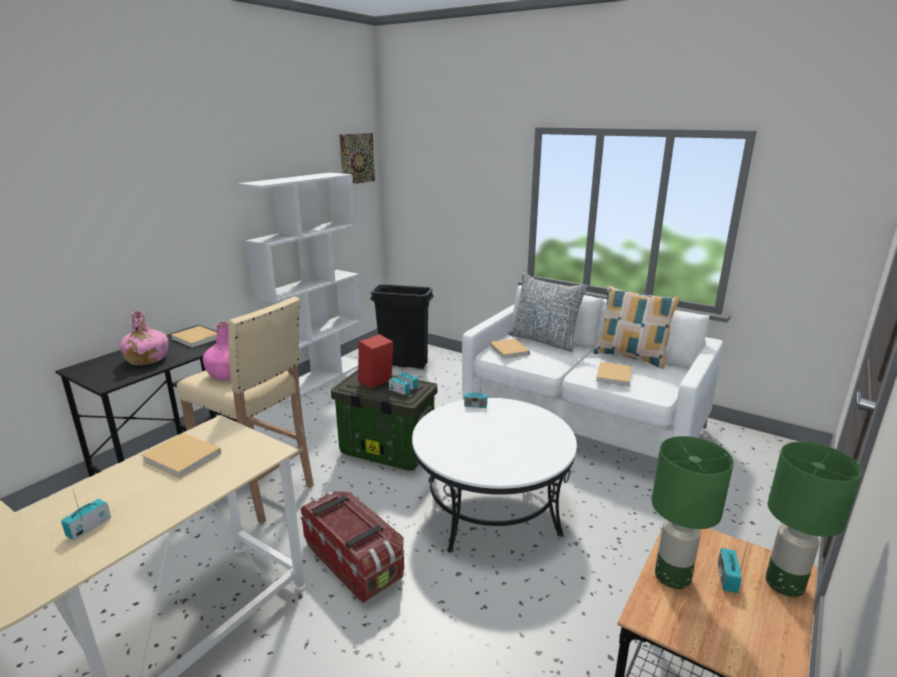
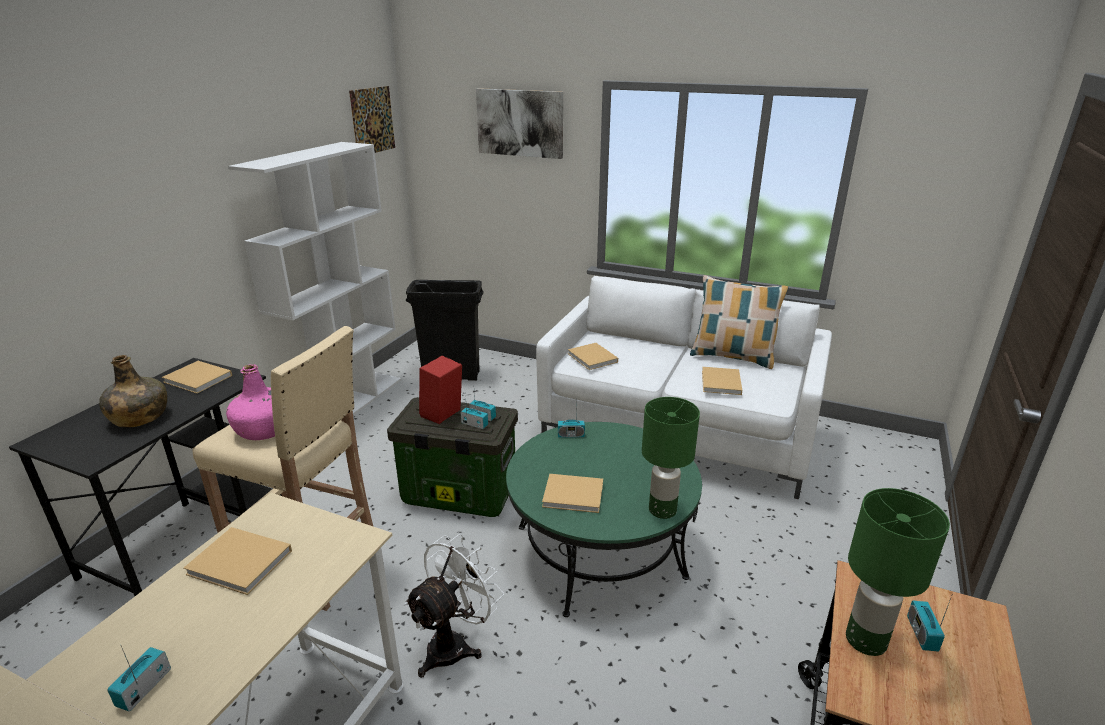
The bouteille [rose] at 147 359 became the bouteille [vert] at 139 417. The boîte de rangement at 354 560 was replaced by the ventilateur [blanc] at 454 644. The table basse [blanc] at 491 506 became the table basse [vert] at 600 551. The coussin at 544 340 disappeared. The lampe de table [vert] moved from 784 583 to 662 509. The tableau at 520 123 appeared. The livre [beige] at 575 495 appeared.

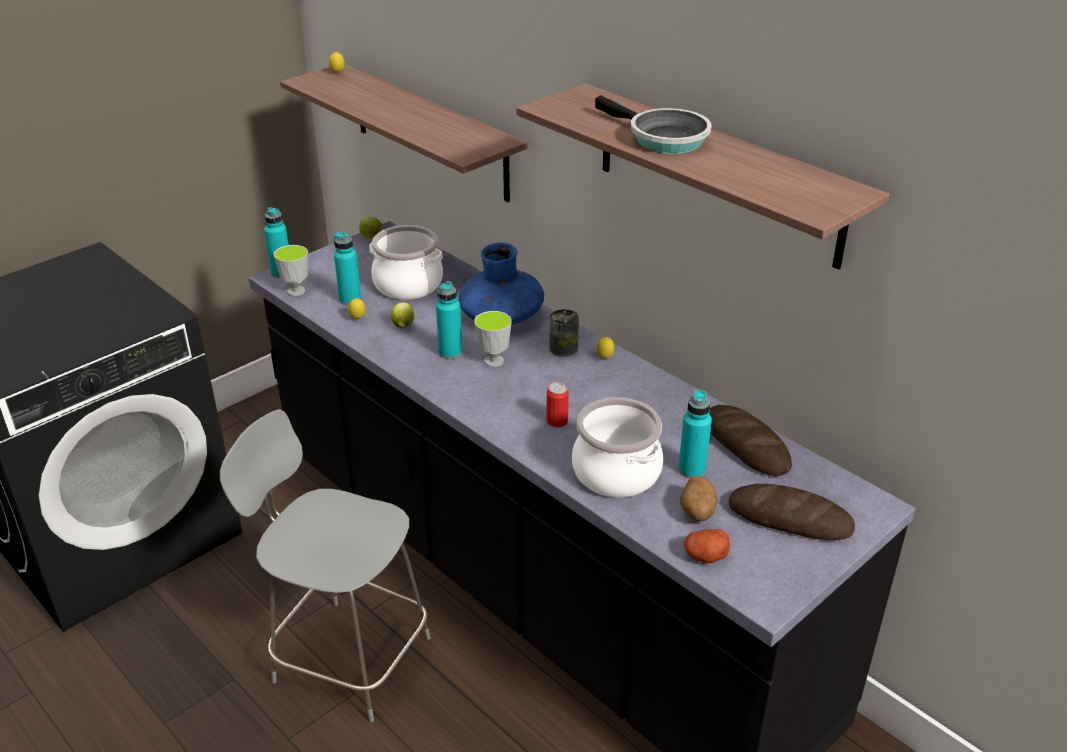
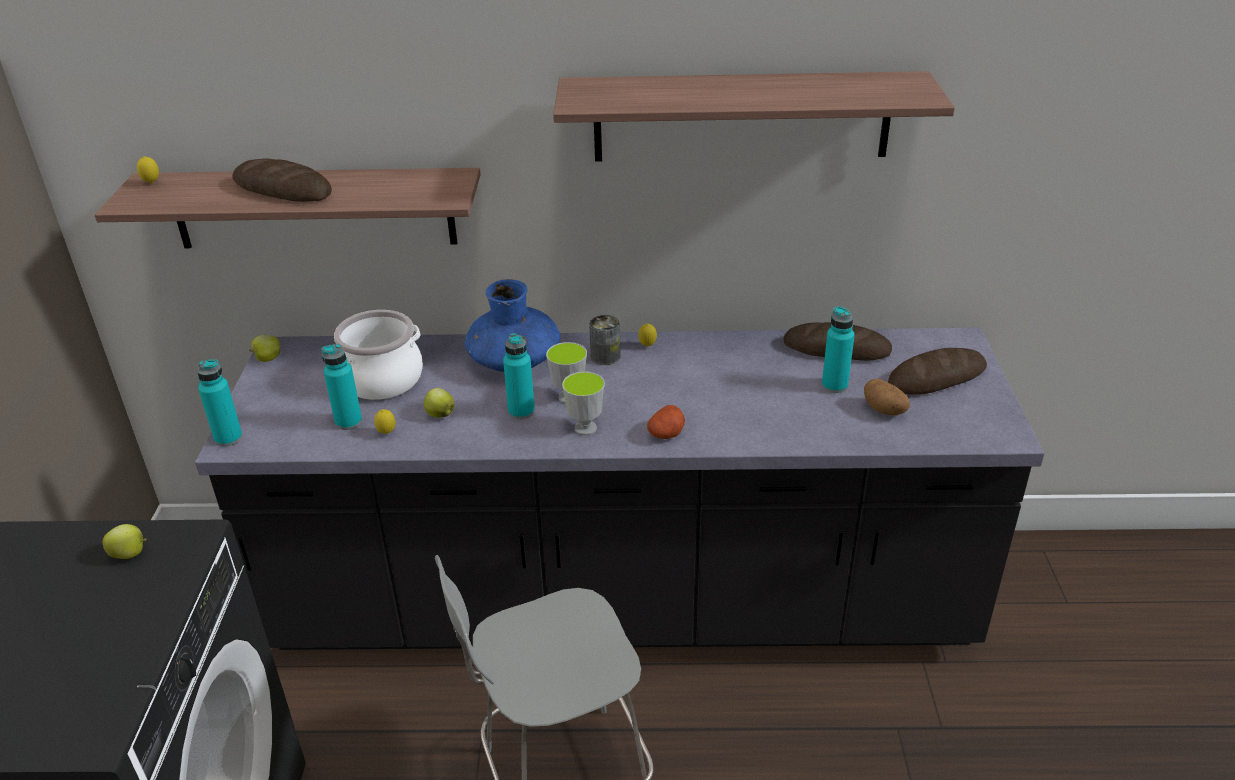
The tasse moved from 296 291 to 585 428. The boîte métallique at 557 421 disappeared. The marmite at 615 473 disappeared. The poêle at 662 138 disappeared. The pomme de terre moved from 705 556 to 666 434. The pomme at 130 554 appeared. The pain at 283 189 appeared.

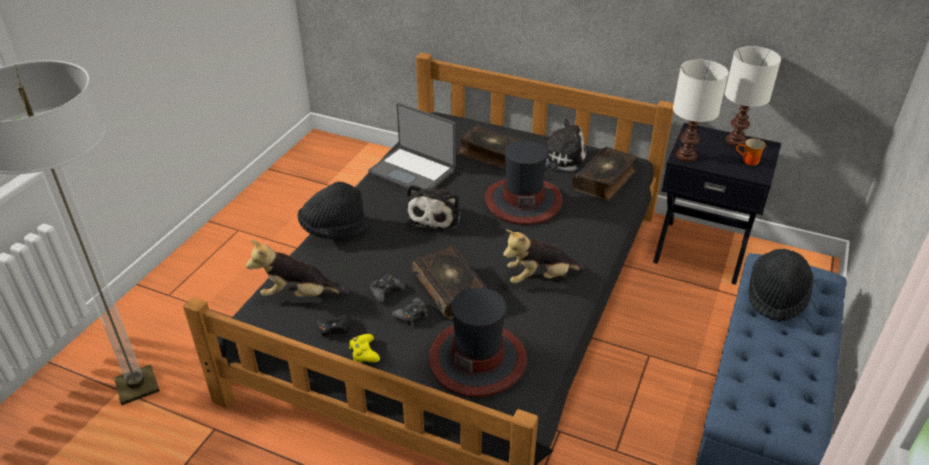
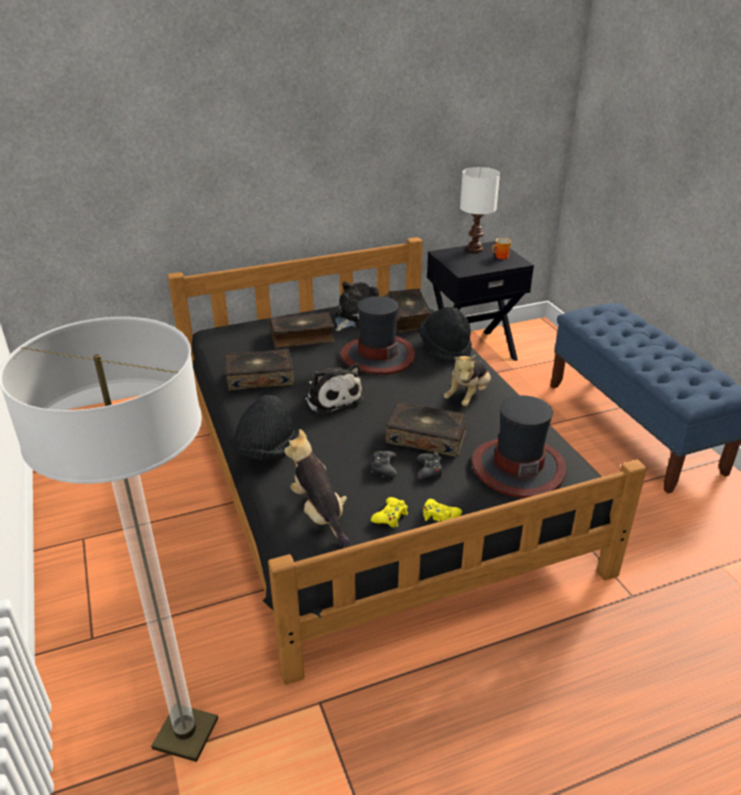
The peluche at 299 295 turned 105 degrees clockwise. The manette [noir] at 334 329 became the manette [jaune] at 390 516. The ordinateur portable at 413 171 was replaced by the livre at 259 377. The lampe de table [blanc] at 685 155 disappeared. The chapeau [noir] moved from 776 296 to 446 348.

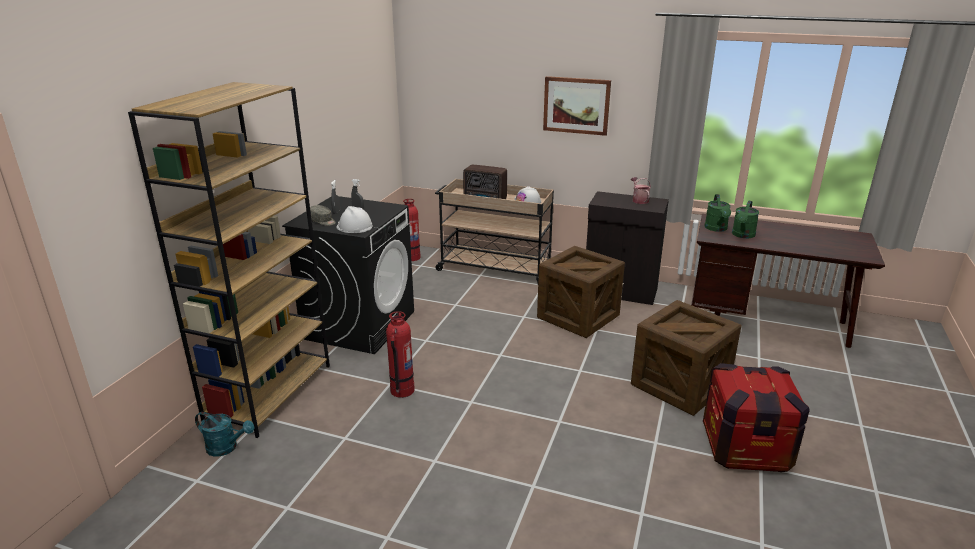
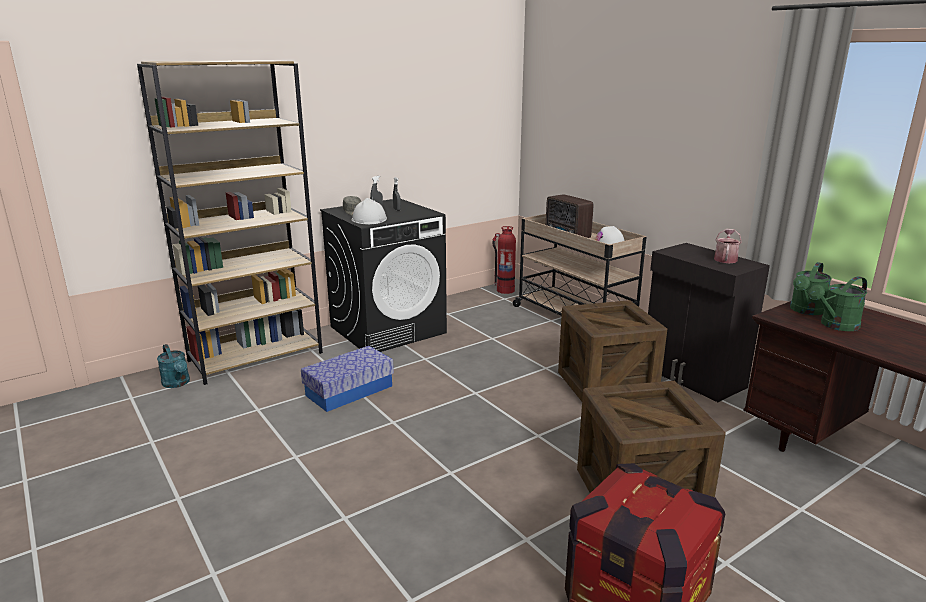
The extincteur at 401 390 was replaced by the boîte de rangement at 349 390. The tableau at 576 105 disappeared.

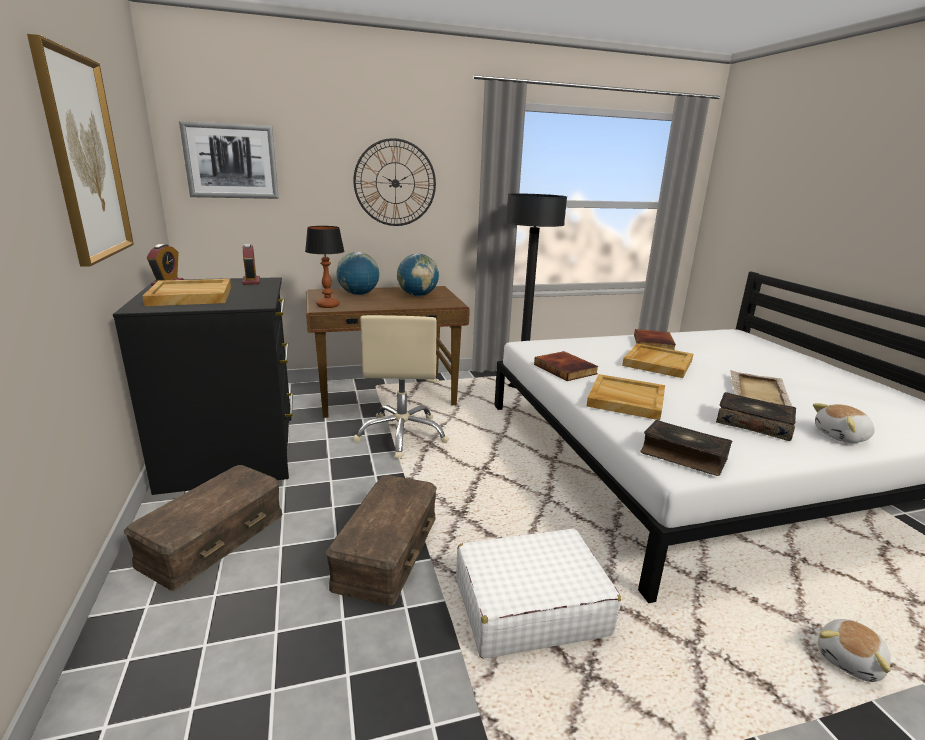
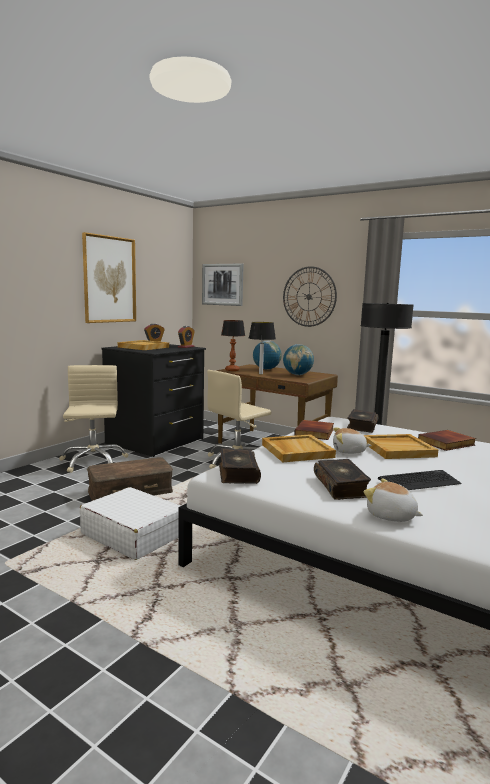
The boîte de rangement [marron] at 212 537 was replaced by the chaise de bureau [beige] at 93 461. The plateau [beige] at 759 392 was replaced by the clavier at 419 481. The peluche moved from 850 660 to 349 451. The lampe de table at 260 374 appeared. The livre at 361 426 appeared.

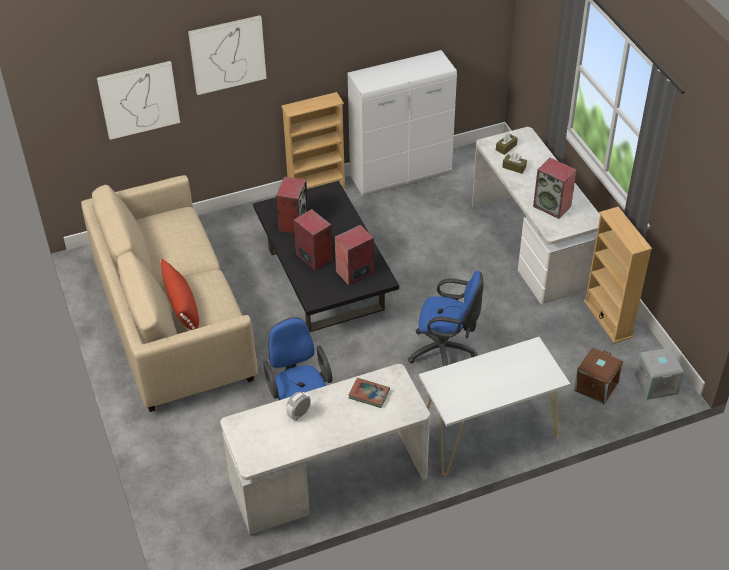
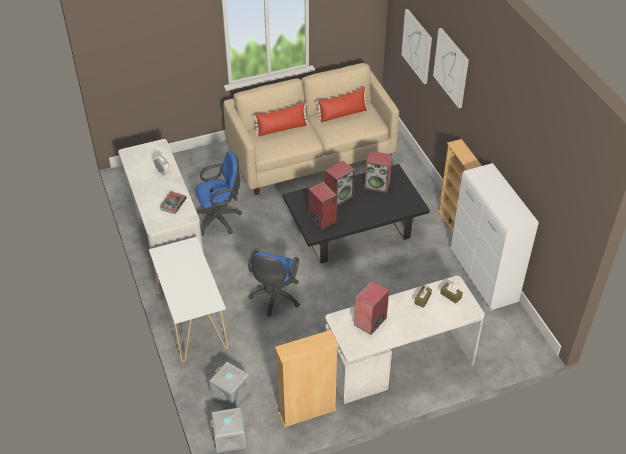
The boîte de rangement [marron] at 596 387 became the boîte de rangement [gris] at 230 393. The coussin [rouge] at 342 114 appeared.

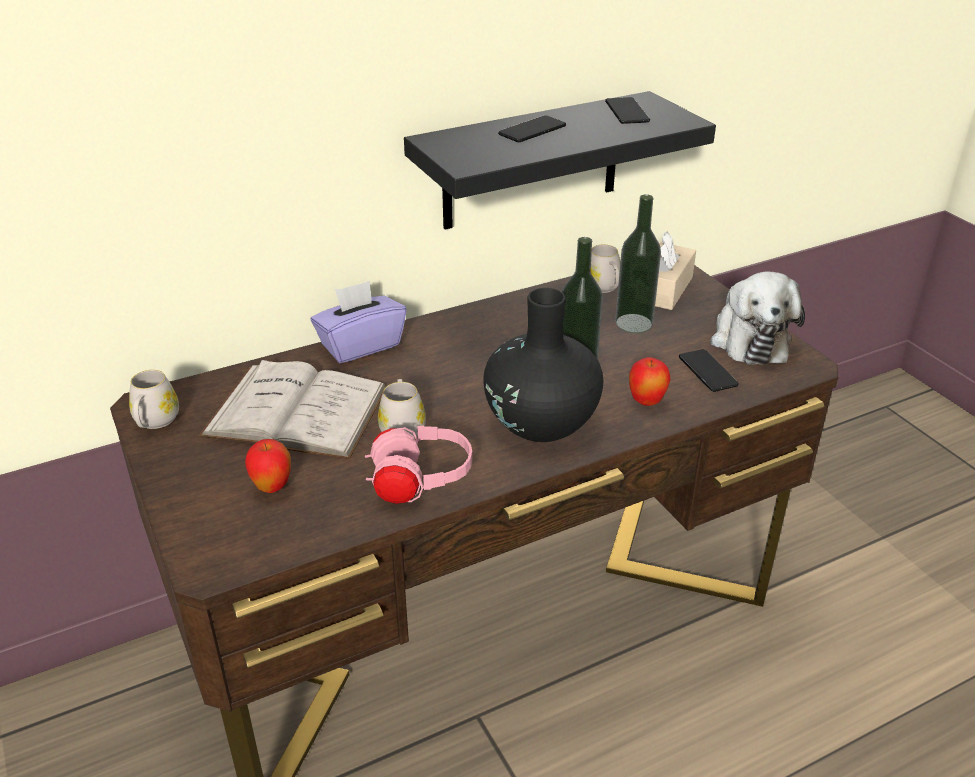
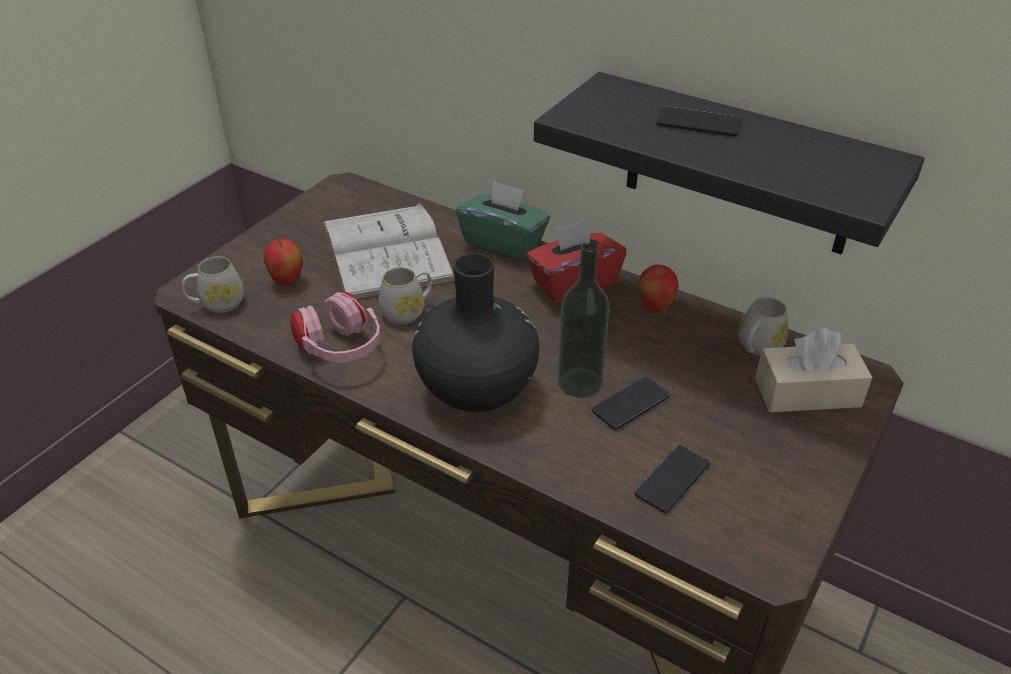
The mug [blanc] moved from 154 422 to 217 304. The boîte à mouchoirs [violet] at 360 345 became the boîte à mouchoirs [vert] at 504 243. The téléphone moved from 627 112 to 631 404. The bouteille at 633 323 disappeared. The pomme moved from 646 402 to 655 308. The peluche at 749 339 disappeared. The boîte à mouchoirs [rouge] at 573 283 appeared.

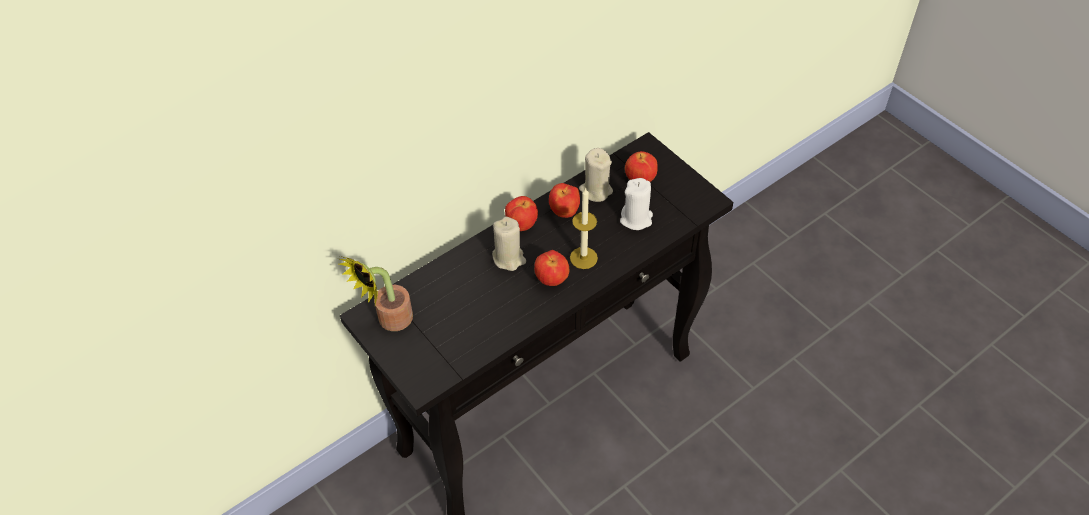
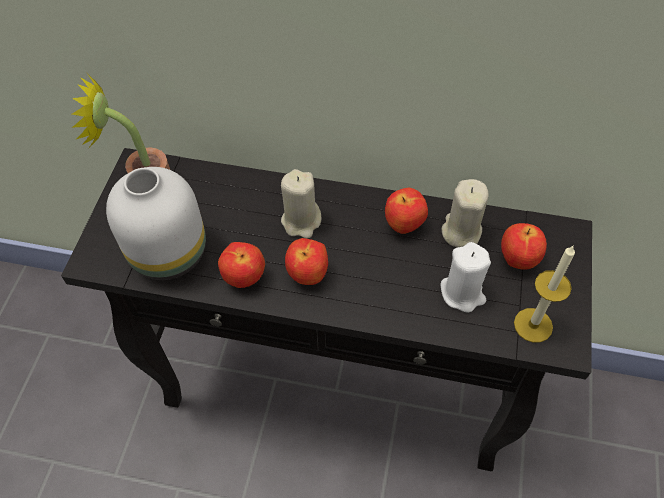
The pomme moved from 522 225 to 244 277. The bougie moved from 583 258 to 533 325. The vase [blanc] at 167 252 appeared.

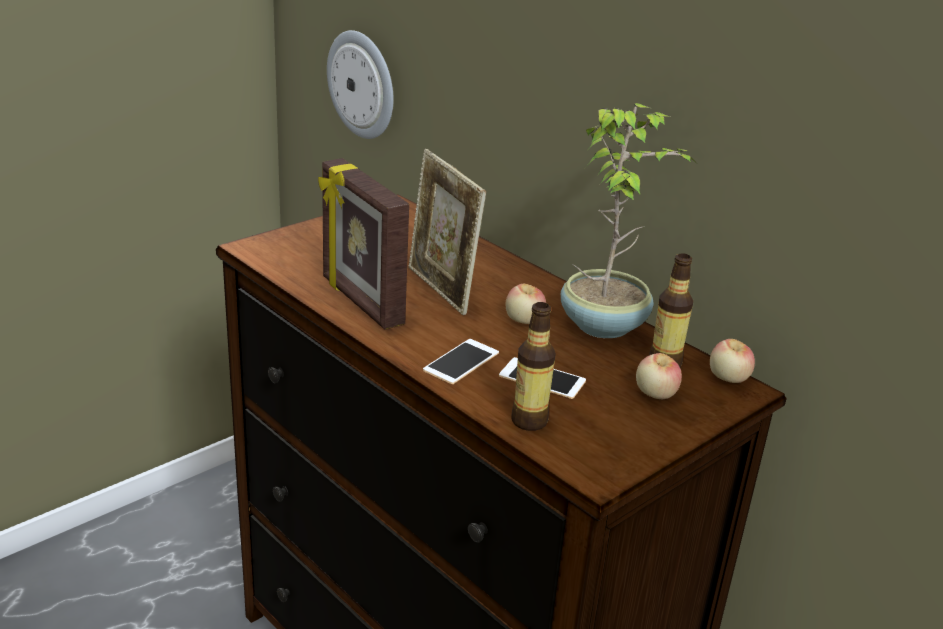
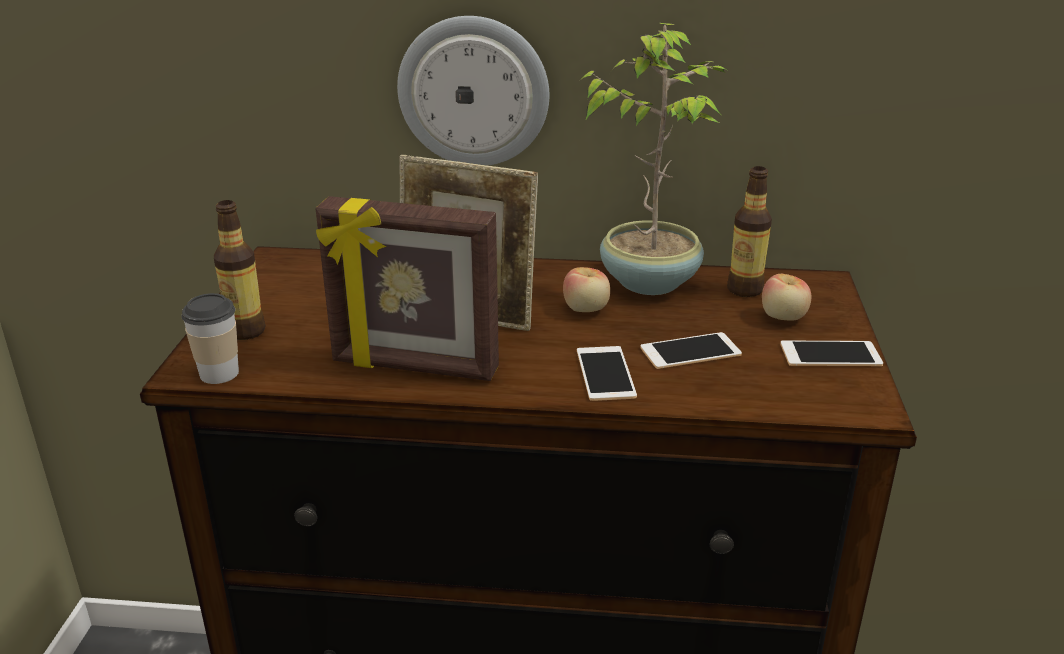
The horloge murale moved from 362 84 to 473 92. The bouteille moved from 529 421 to 246 331. The pomme at 728 378 disappeared. The tasse at 219 373 appeared. The téléphone at 830 354 appeared.

